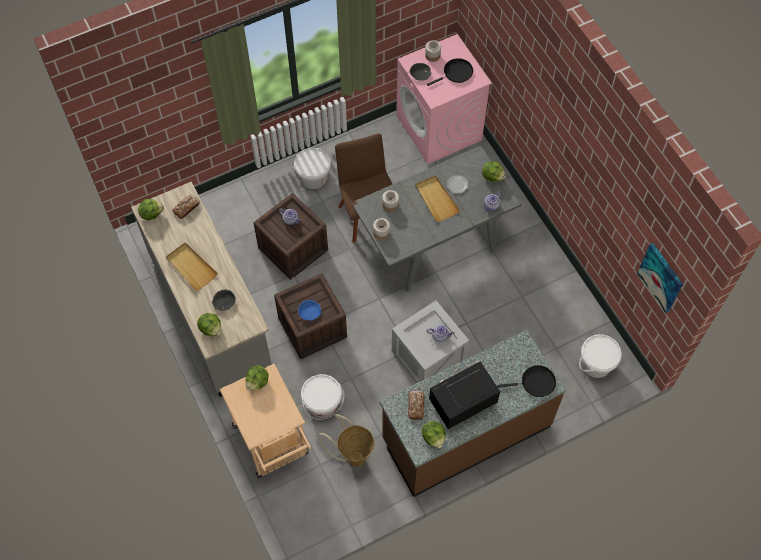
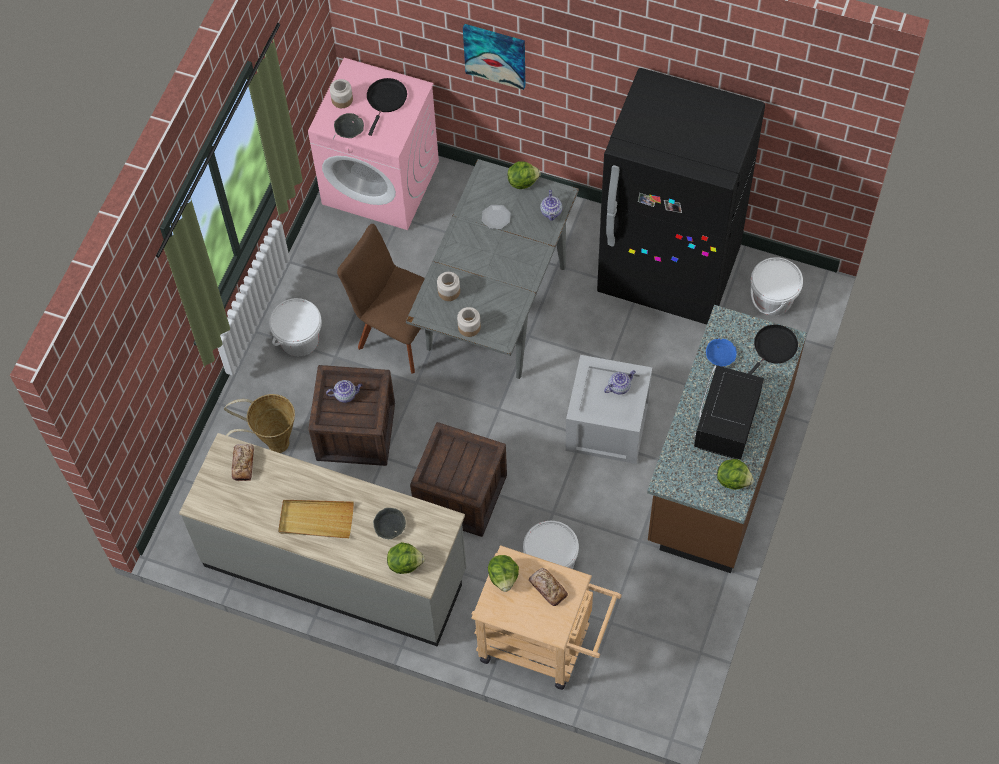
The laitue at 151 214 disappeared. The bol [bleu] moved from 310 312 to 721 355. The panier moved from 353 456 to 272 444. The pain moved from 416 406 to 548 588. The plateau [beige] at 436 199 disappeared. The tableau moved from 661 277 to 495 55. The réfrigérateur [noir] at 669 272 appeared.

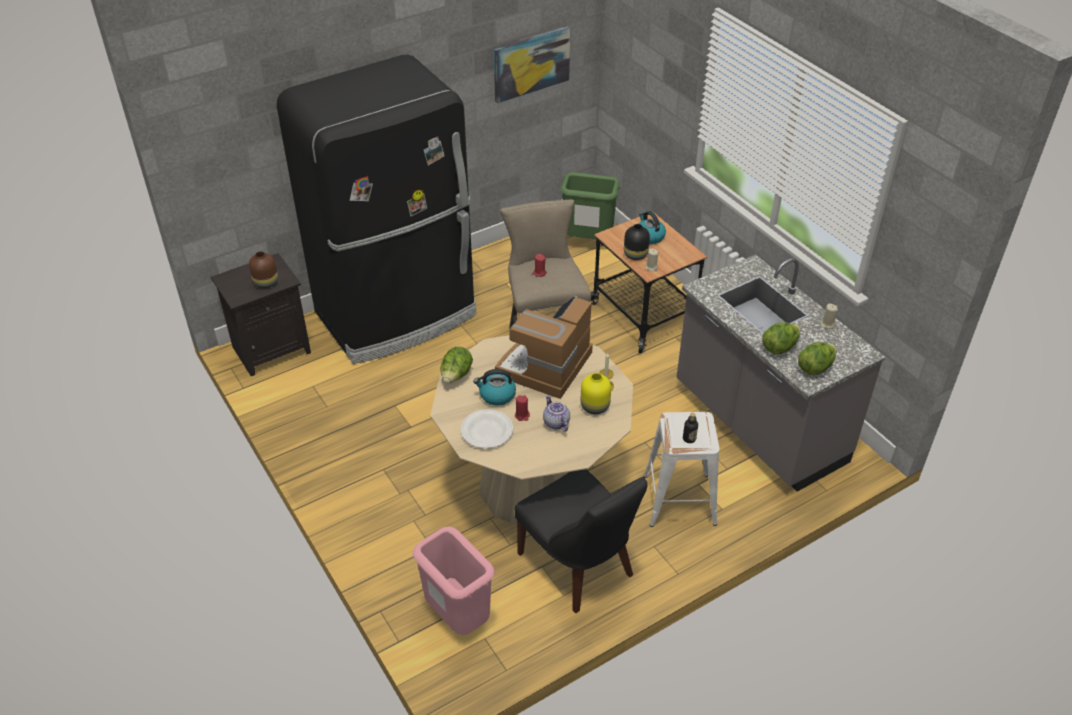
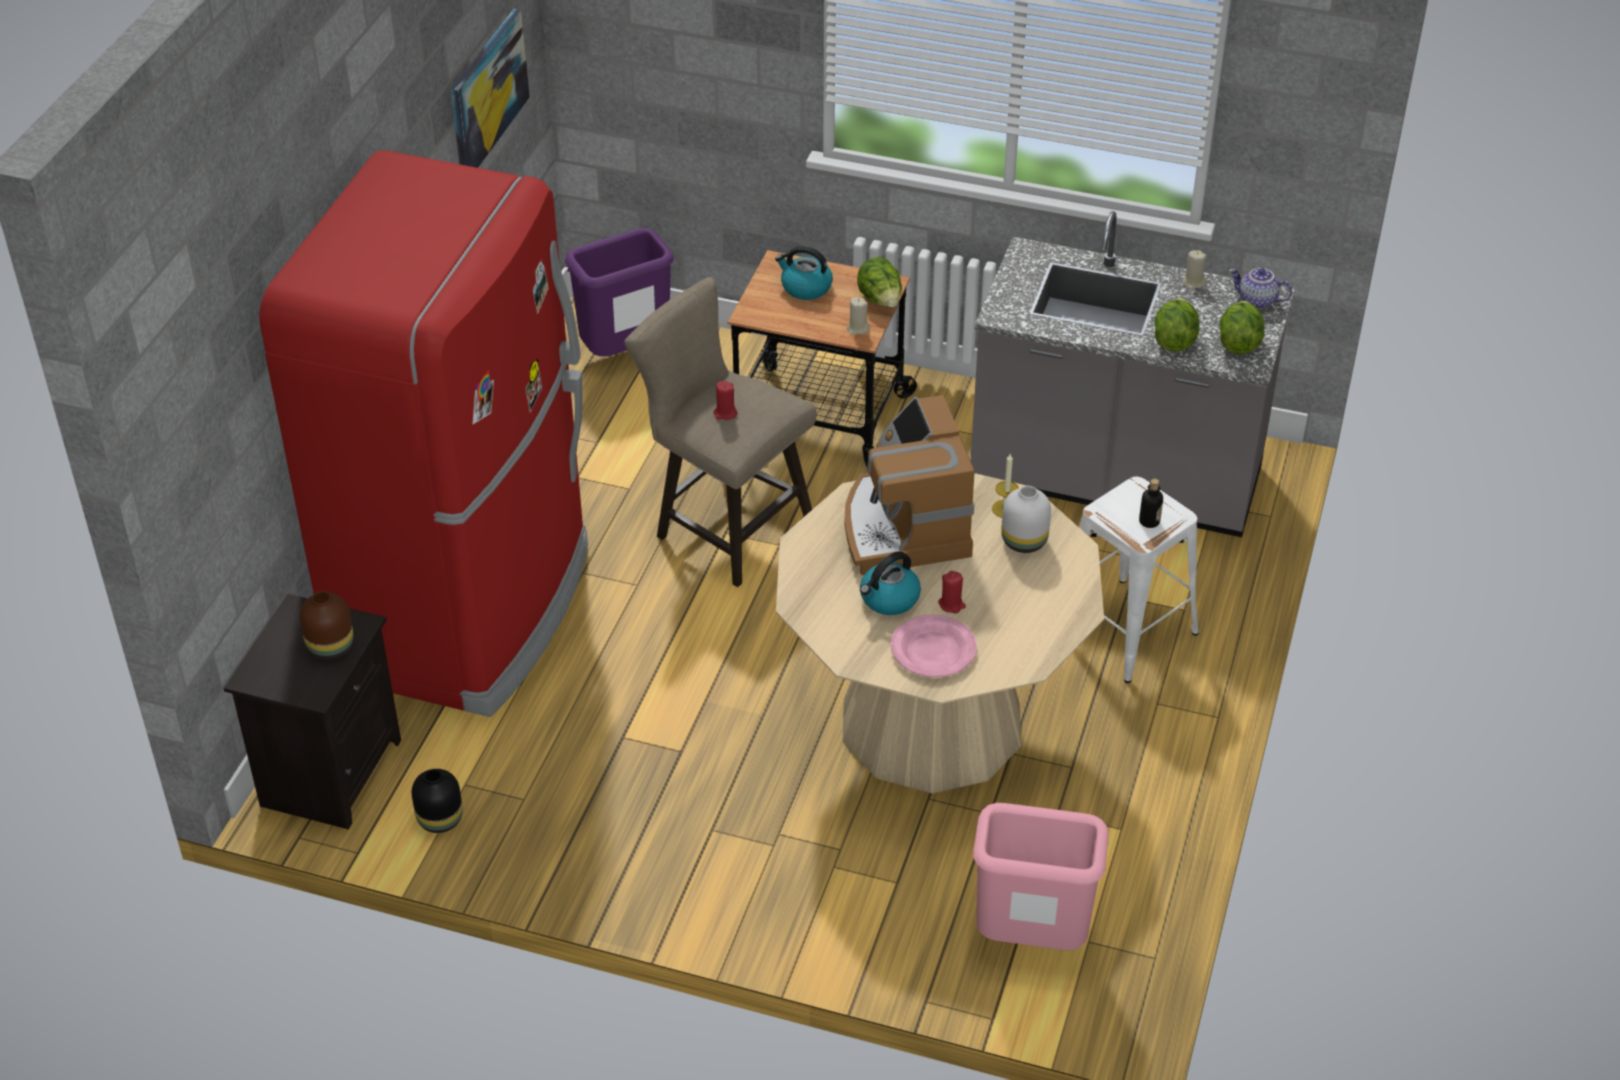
The réfrigérateur [noir] at 398 315 became the réfrigérateur [rouge] at 469 610. The laitue moved from 456 376 to 880 301. The assiette [blanc] at 487 431 became the assiette [rose] at 934 650. The chaise [noir] at 579 567 disappeared. The théière moved from 555 423 to 1256 301. The poubelle [vert] at 587 242 became the poubelle [violet] at 625 356. The vase [jaune] at 595 406 became the vase [blanc] at 1024 540. The vase [noir] moved from 635 255 to 441 820.

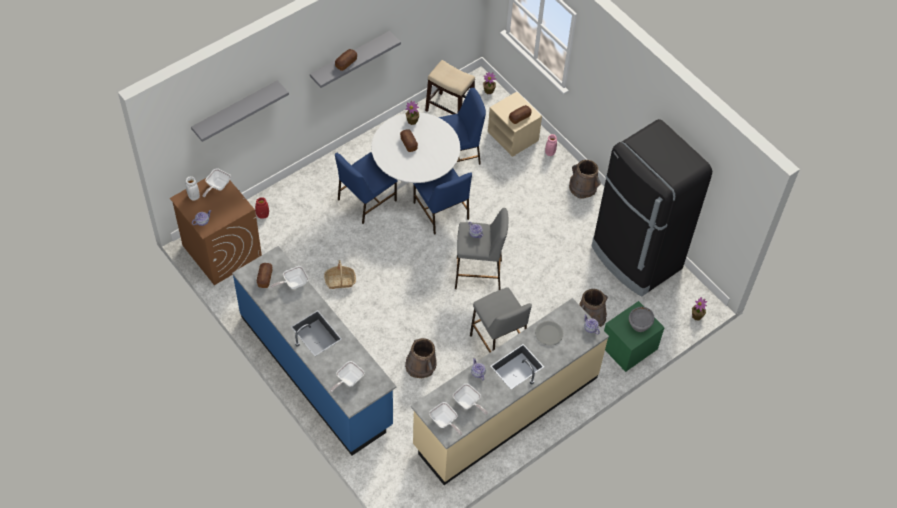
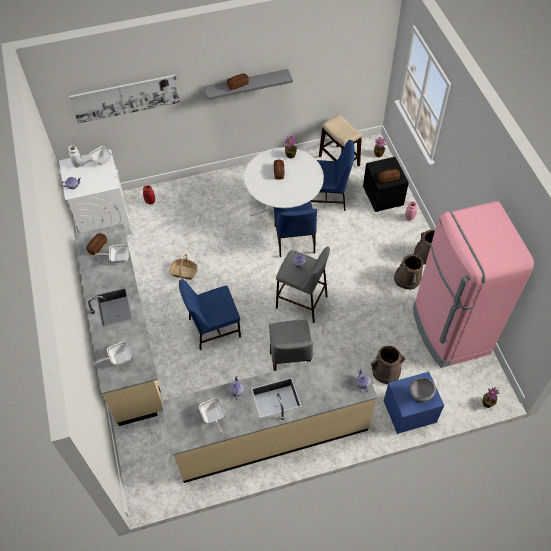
The lave-linge [marron] at 221 251 became the lave-linge [blanc] at 104 220. The étagère [gris] at 235 110 was replaced by the tableau at 126 98. The comptoir de cuisine [bleu] at 316 370 became the comptoir de cuisine [beige] at 127 341. The chaise [bleu] moved from 365 200 to 213 327. The seau [marron] moved from 421 365 to 407 279. The poêle at 444 422 disappeared. The table de chevet [beige] at 513 136 became the table de chevet [noir] at 383 196. The assiette [gris] at 549 333 disappeared. The réfrigérateur [noir] at 635 258 became the réfrigérateur [rose] at 449 331. The table de chevet [vert] at 628 348 became the table de chevet [bleu] at 409 412.

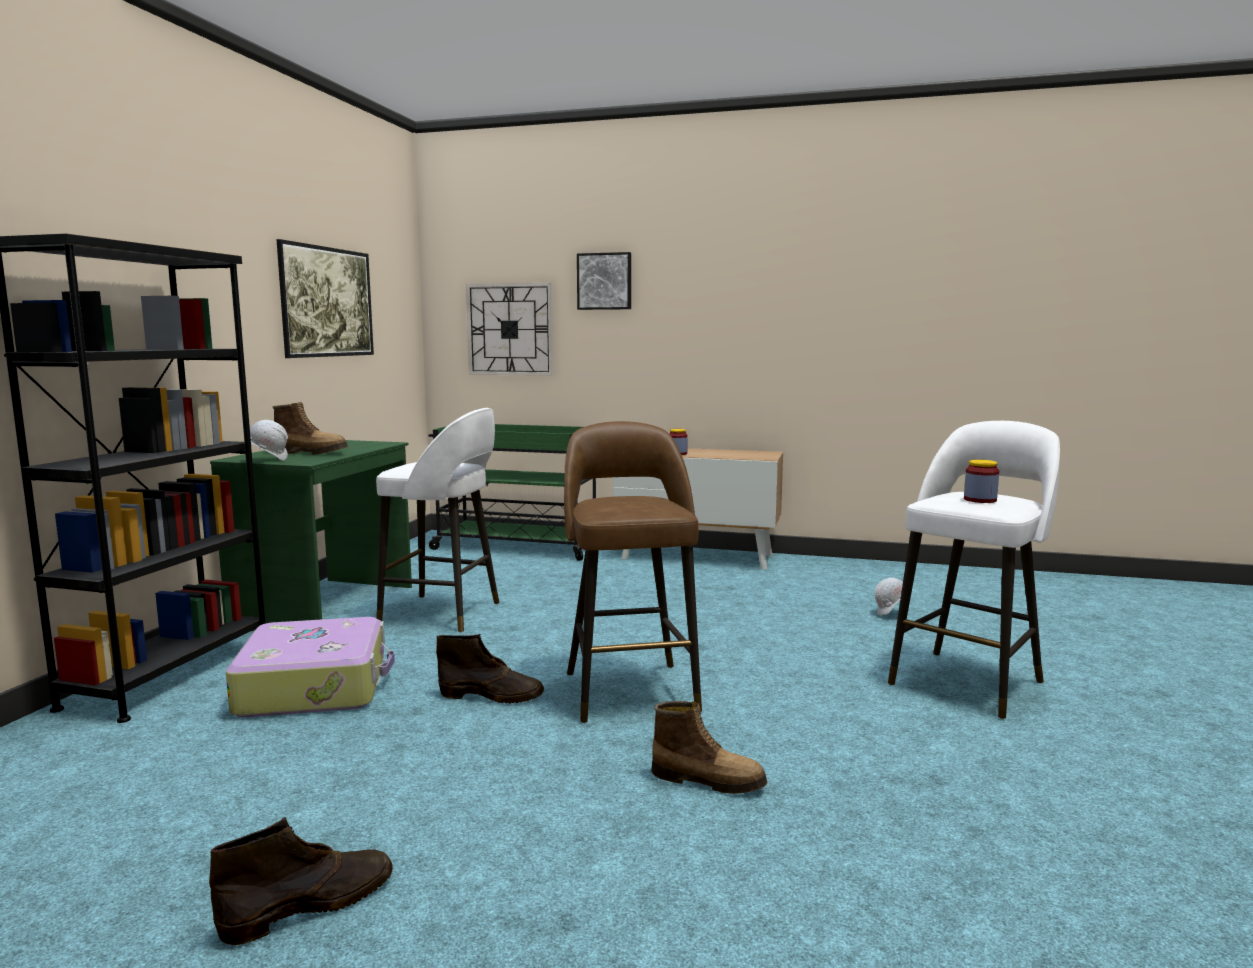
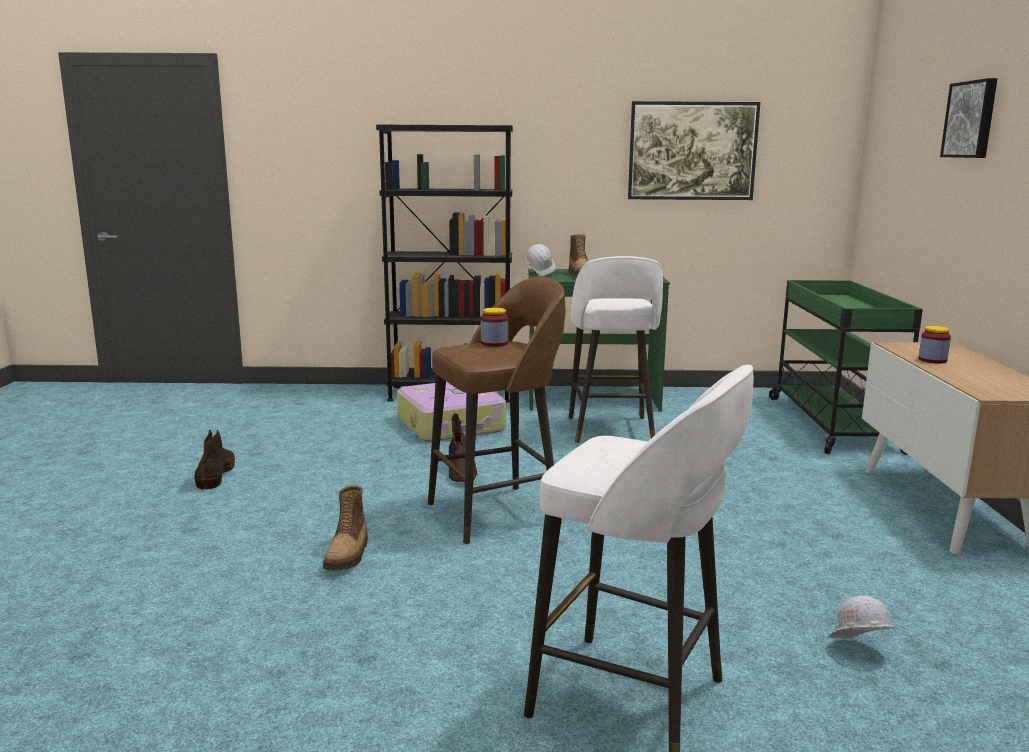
The botte [marron] at 310 904 turned 135 degrees counterclockwise. The horloge murale at 510 329 disappeared. The bocal moved from 980 500 to 494 343.

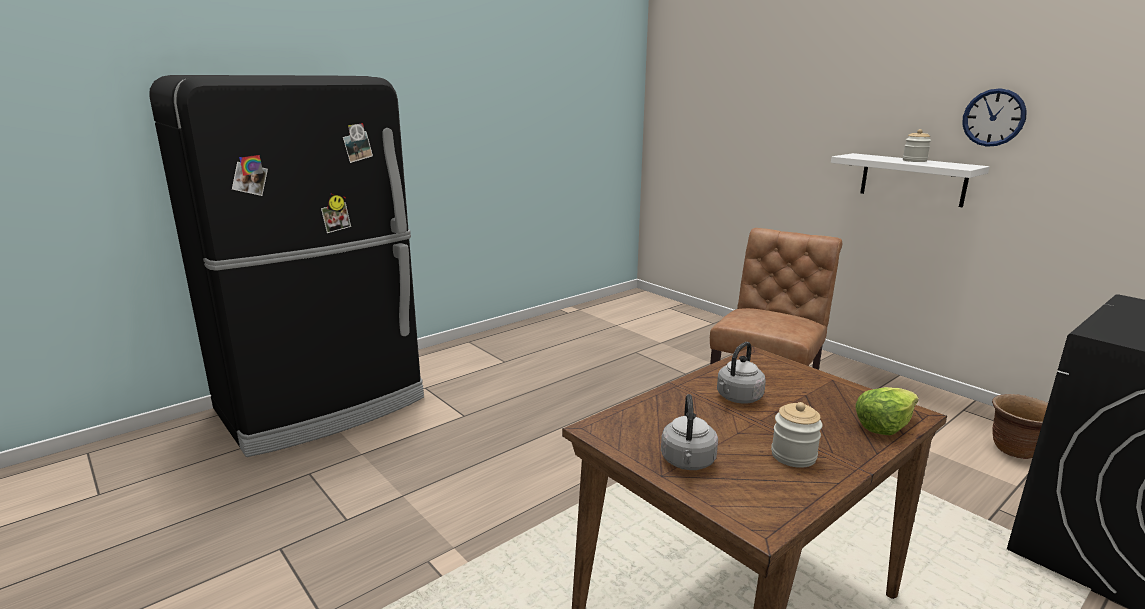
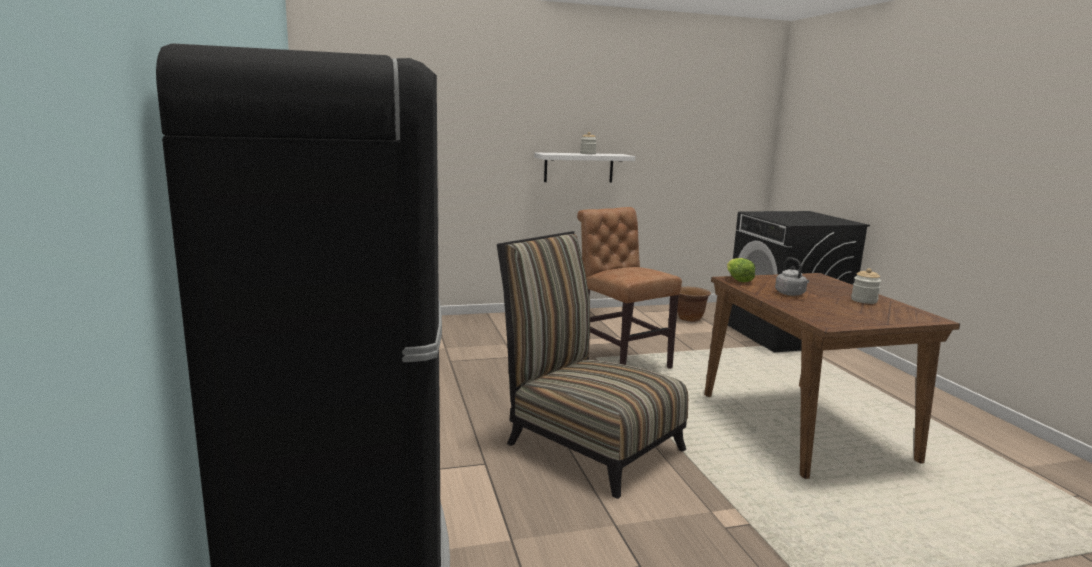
The bouilloire [gris] at 688 462 disappeared. The laitue moved from 883 425 to 737 279. The horloge murale at 993 117 disappeared. The chaise at 587 442 appeared.

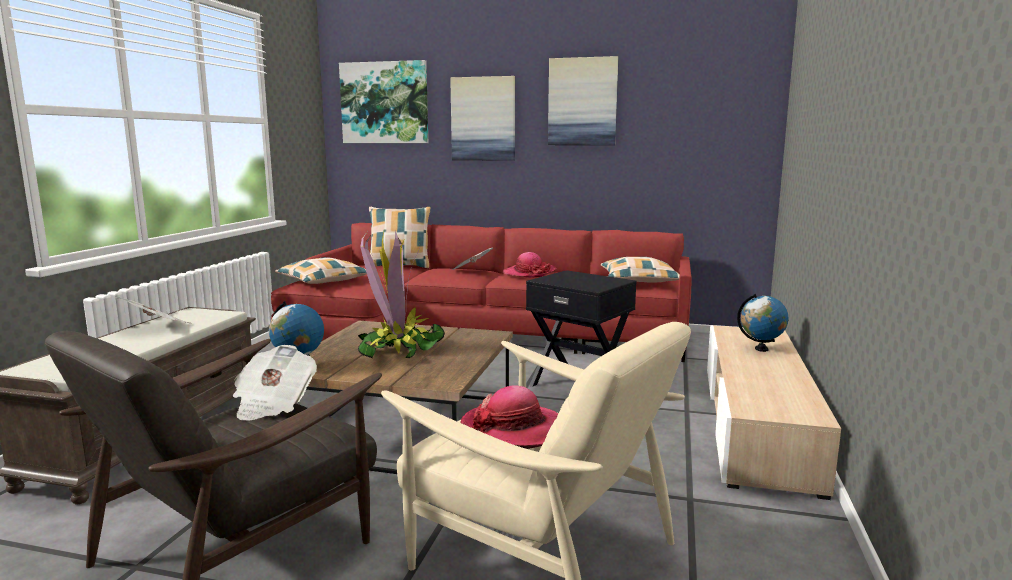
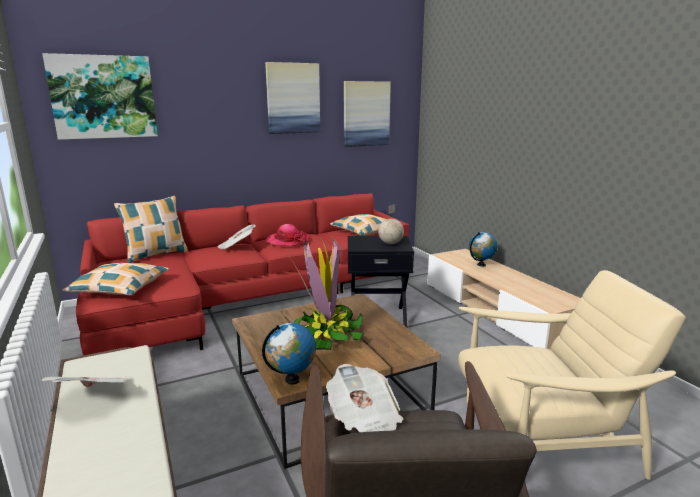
The tableau moved from 483 119 to 366 114. The chapeau at 514 429 disappeared. The globe at 391 243 appeared.

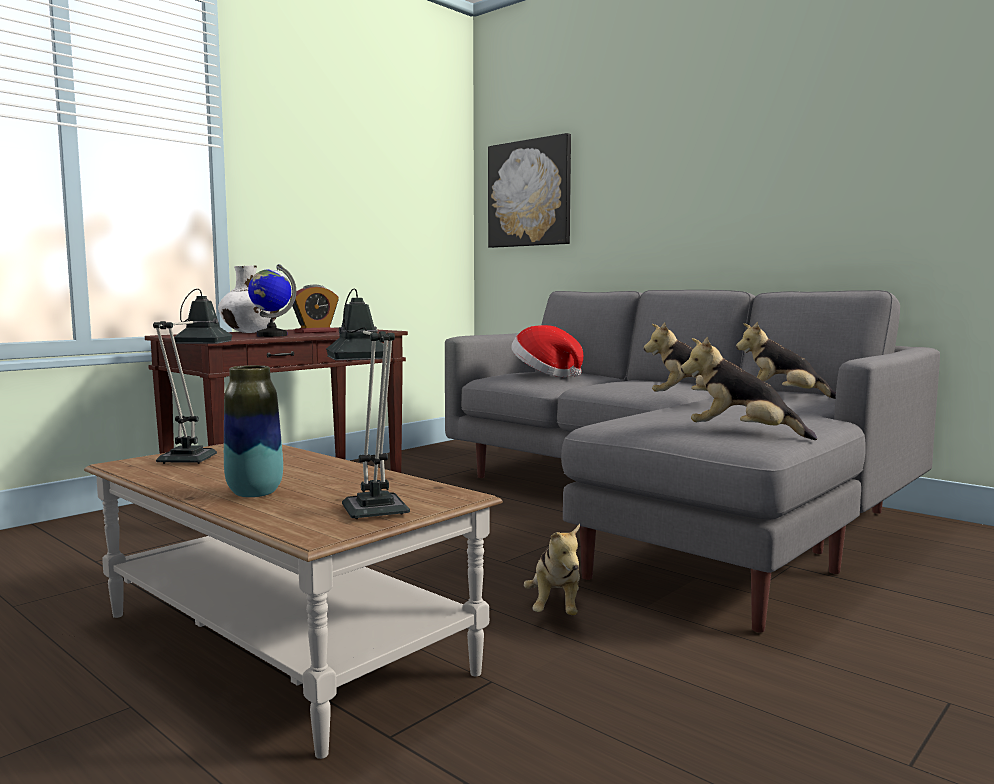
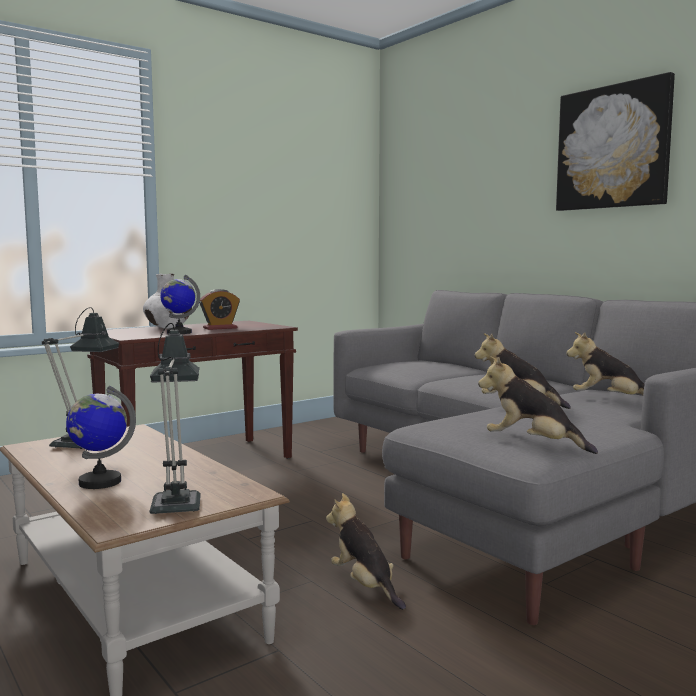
The vase at 255 493 was replaced by the globe at 99 482. The tableau moved from 530 193 to 613 147. The chapeau at 545 375 disappeared. The peluche at 555 609 turned 135 degrees clockwise.

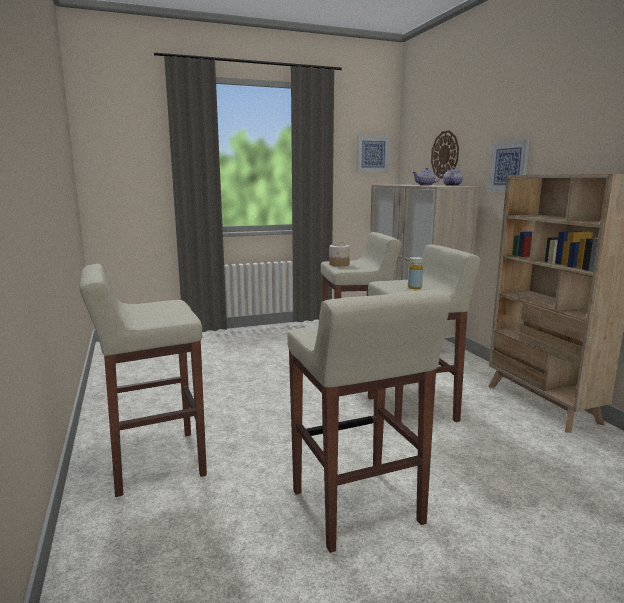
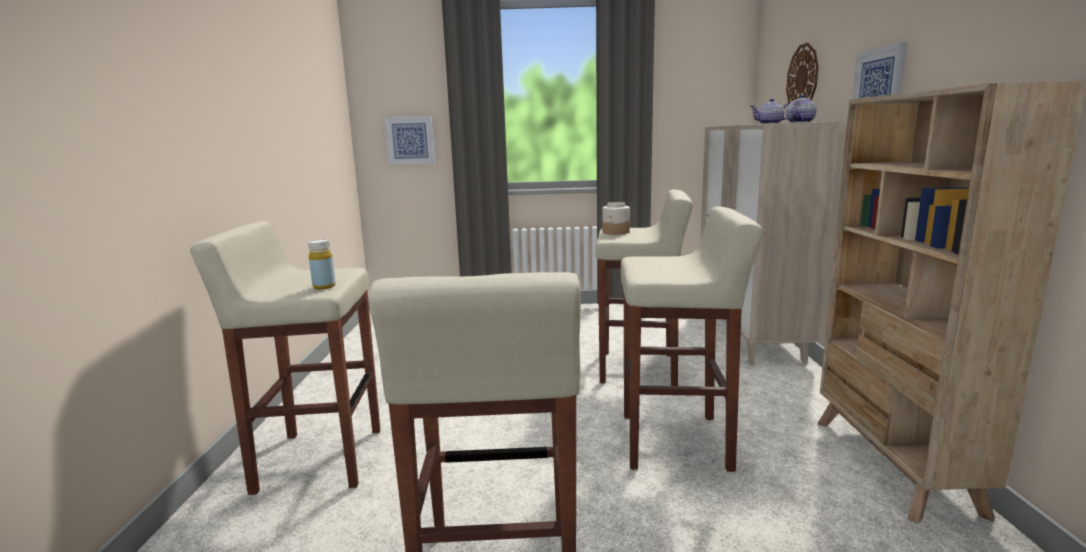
The tableau moved from 372 154 to 410 140. The bouteille [jaune] moved from 414 287 to 324 286.

